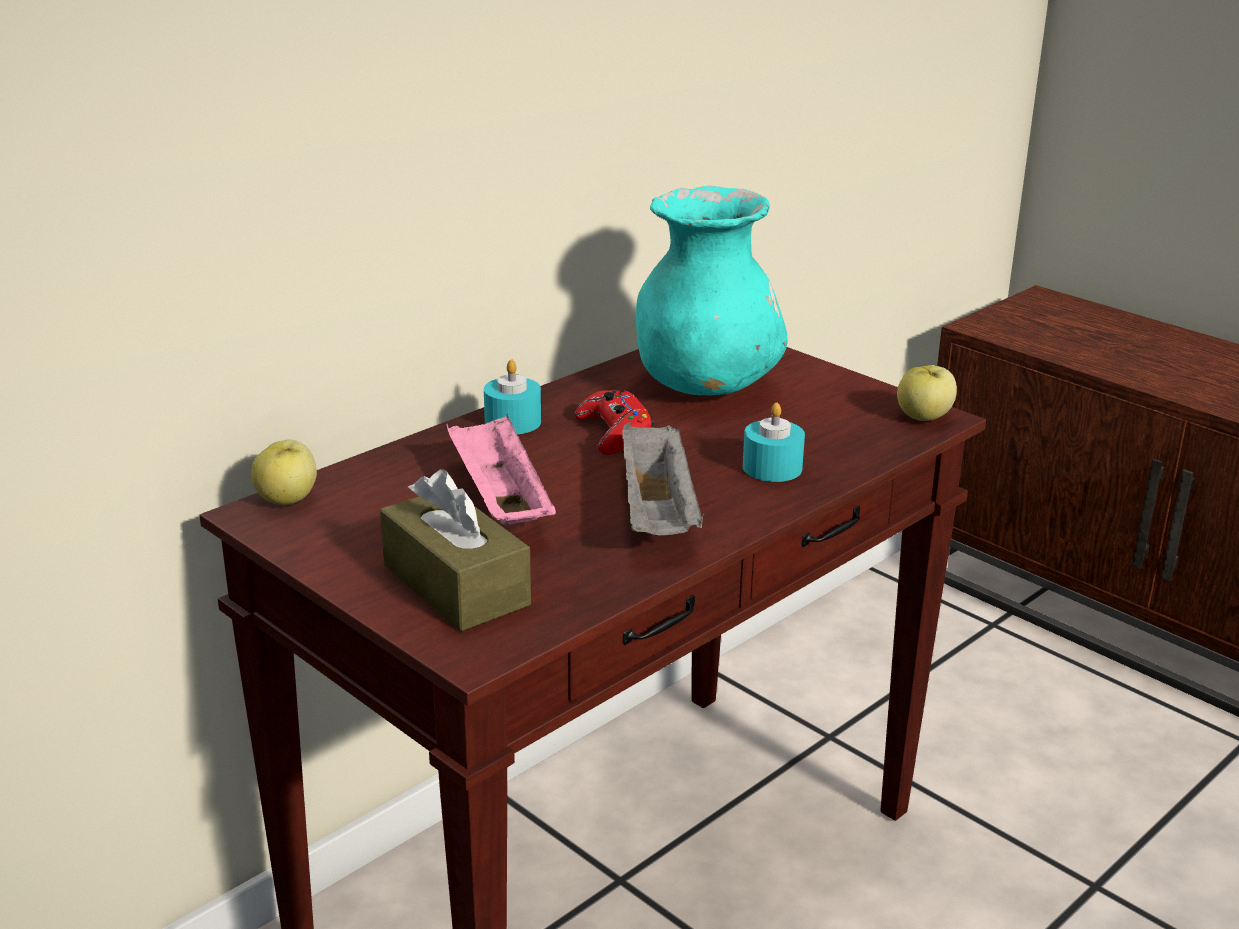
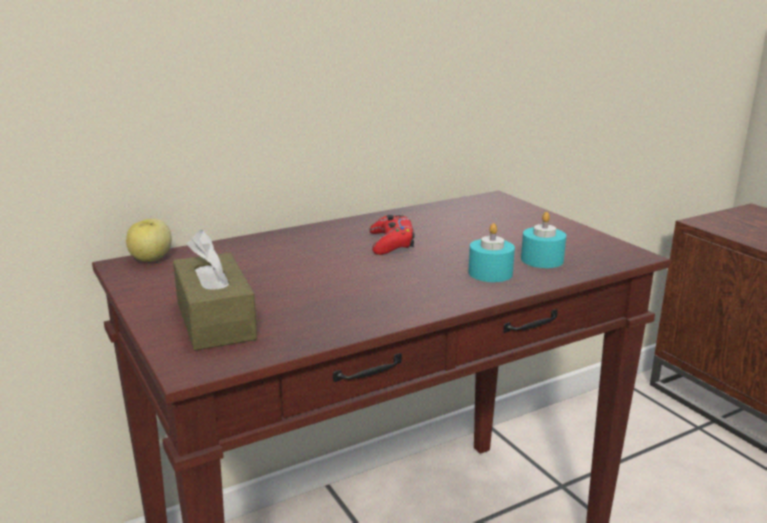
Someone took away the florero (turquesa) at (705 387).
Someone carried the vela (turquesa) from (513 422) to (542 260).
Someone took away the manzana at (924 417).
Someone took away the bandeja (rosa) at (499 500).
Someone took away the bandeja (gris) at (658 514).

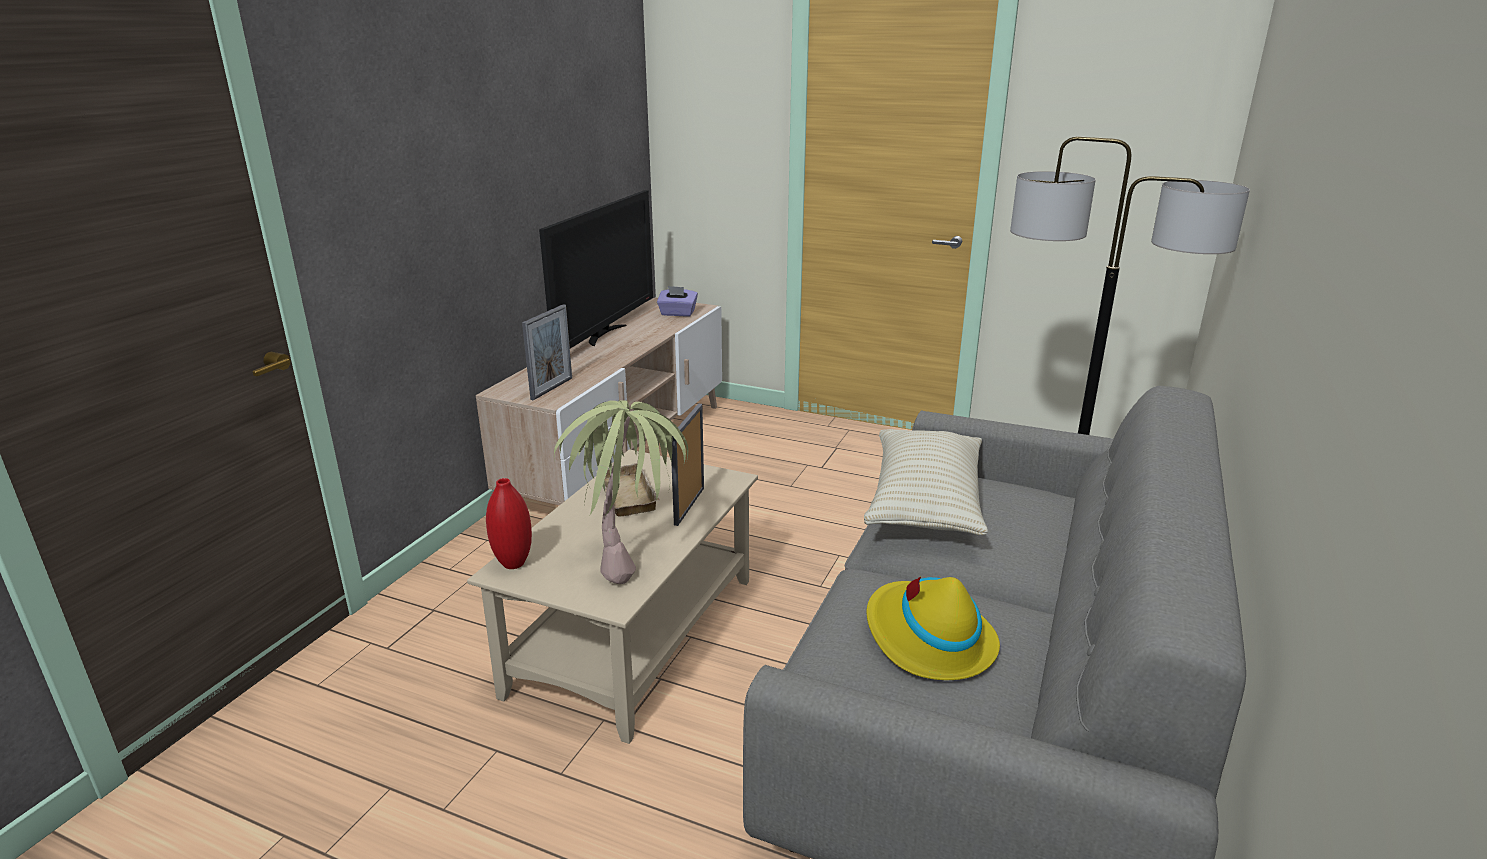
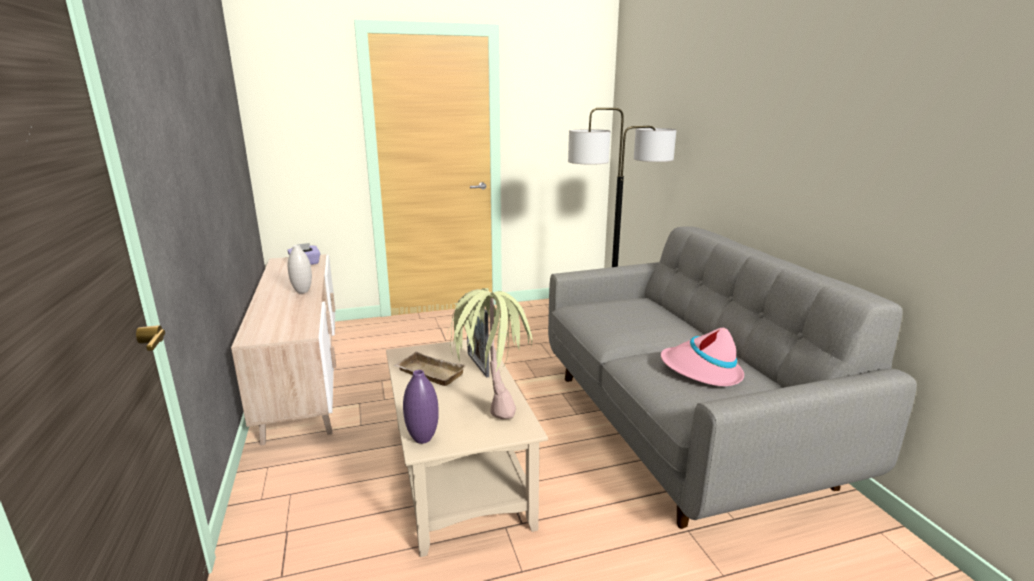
Someone took away the televisor at (604 334).
Someone took away the portarretratos at (552 388).
Someone took away the cojín (beis) at (925 503).
Someone repainted the florero (rojo) at (513 563), which became the florero (morado) at (422 439).
Someone repainted the sombrero (amarillo) at (927 639), which became the sombrero (rosa) at (701 371).
Someone put down the florero (blanco) at (302 291).

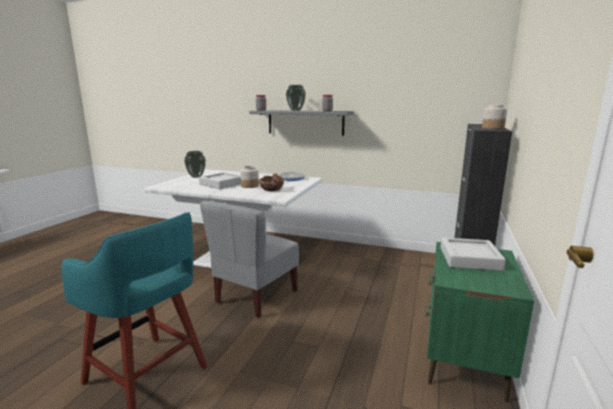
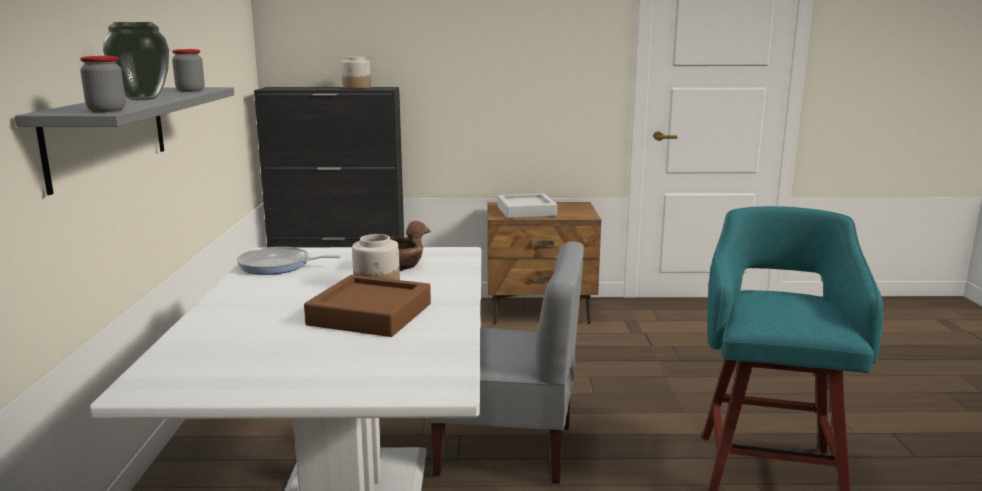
Someone took away the florero at (196 177).
Someone repainted the bandeja (gris) at (222 184), which became the bandeja (marrón) at (370 314).
Someone repainted the mesita de noche (verde) at (463 360), which became the mesita de noche (marrón) at (540 312).

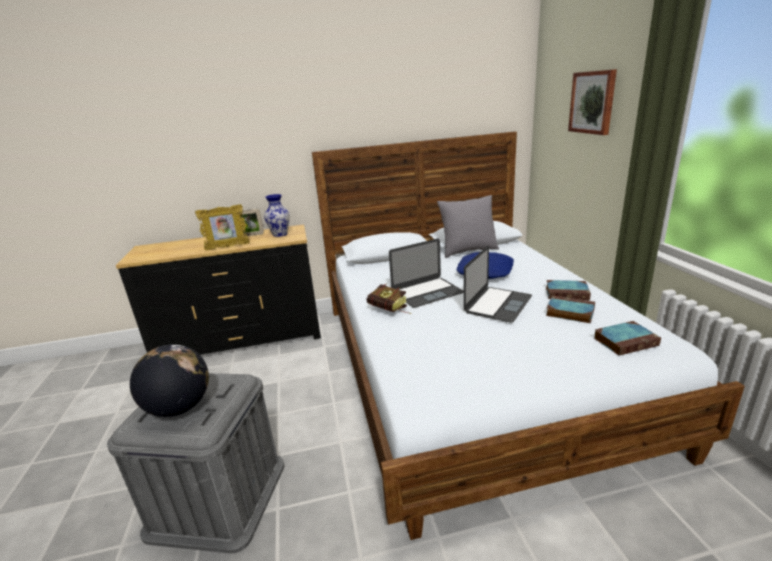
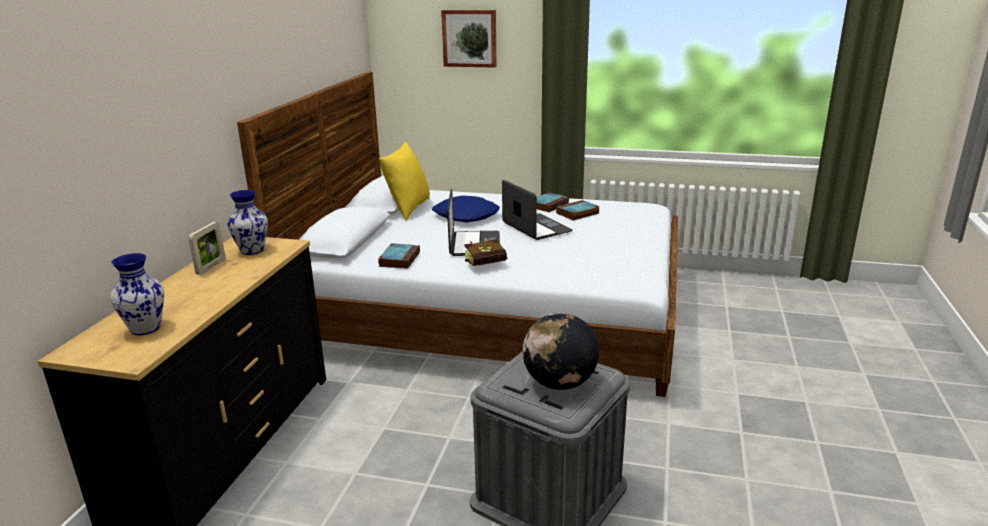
Someone repainted the cojín (gris) at (468 251), which became the cojín (amarillo) at (407 209).
Someone took away the portarretratos at (227 247).
Someone carried the libro from (626 341) to (399 259).
Someone put down the florero at (145 328).

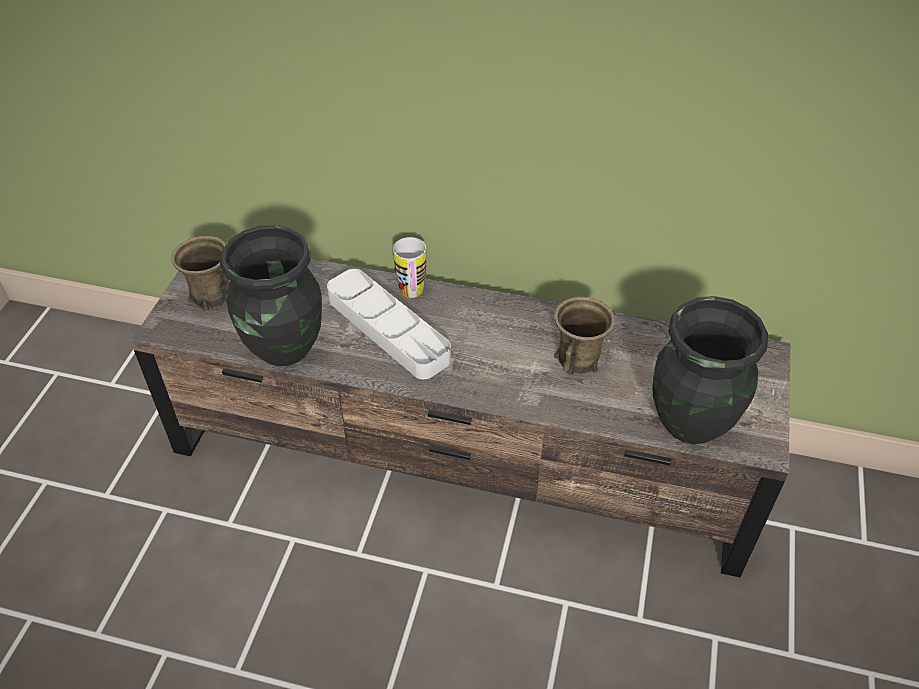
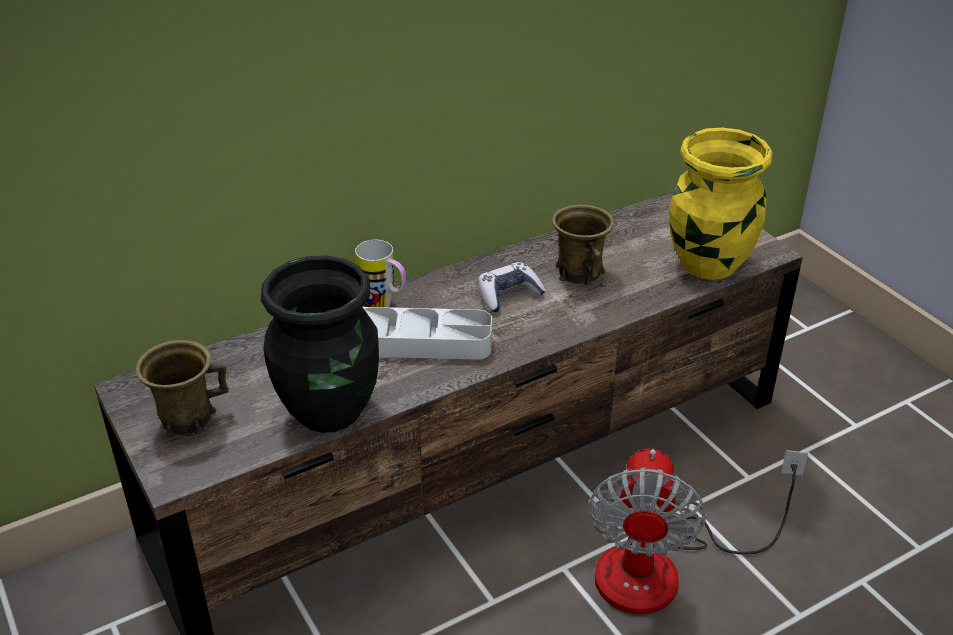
Someone repainted the florero (negro) at (689 422), which became the florero (amarillo) at (708 265).
Someone put down the mando de consola at (509 295).
Someone put down the ventilador at (663 568).

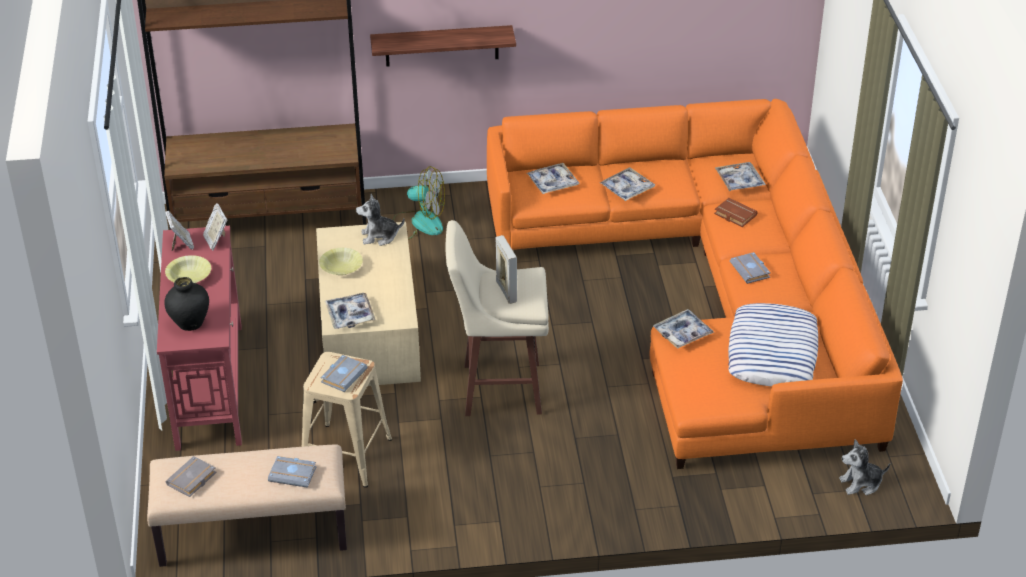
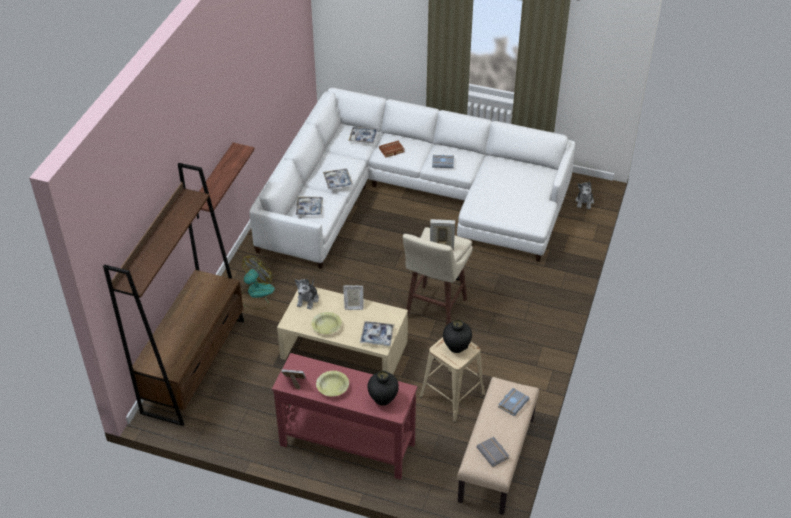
Someone repainted the sofá (naranja) at (711 295), which became the sofá (blanco) at (410 197).
Someone carried the portarretratos from (216 240) to (353 305).
Someone took away the cojín at (772 353).
Someone took away the bandeja at (682 333).
Someone swapped the libro (gris) at (343 375) for the florero (negro) at (456 347).

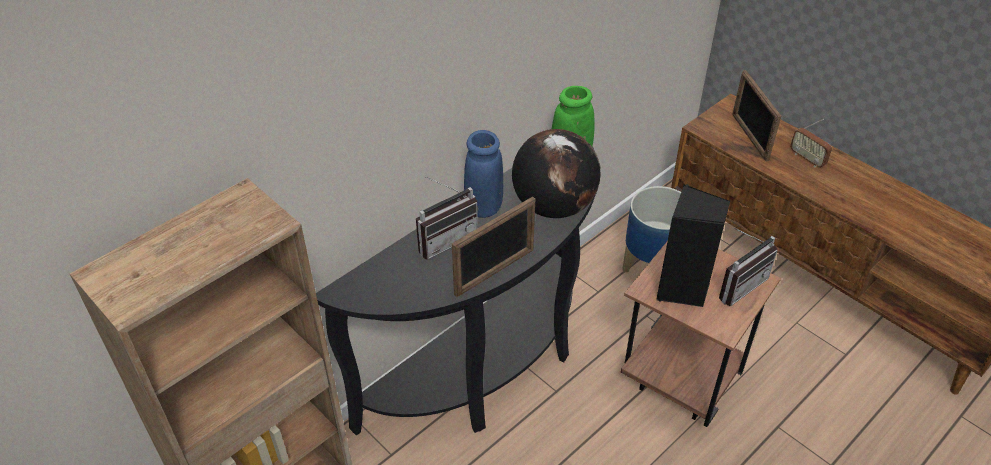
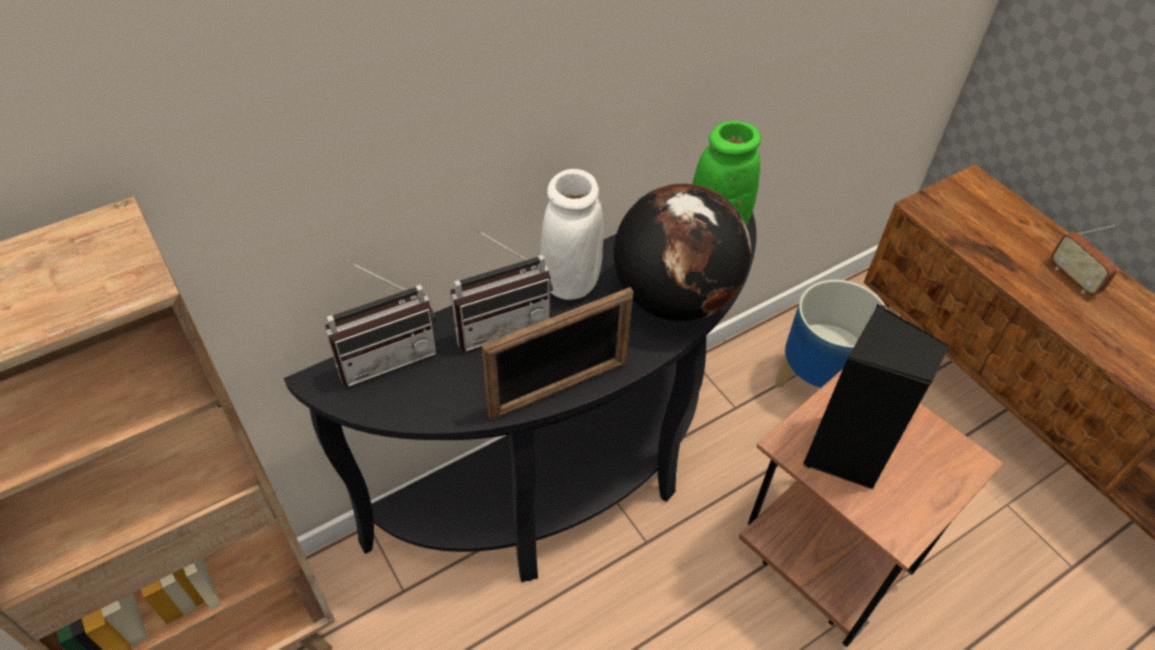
Someone took away the portarretratos at (749 137).
Someone repainted the florero (azul) at (484 207), which became the florero (blanco) at (571 283).
Someone carried the radio from (738 284) to (386 354).

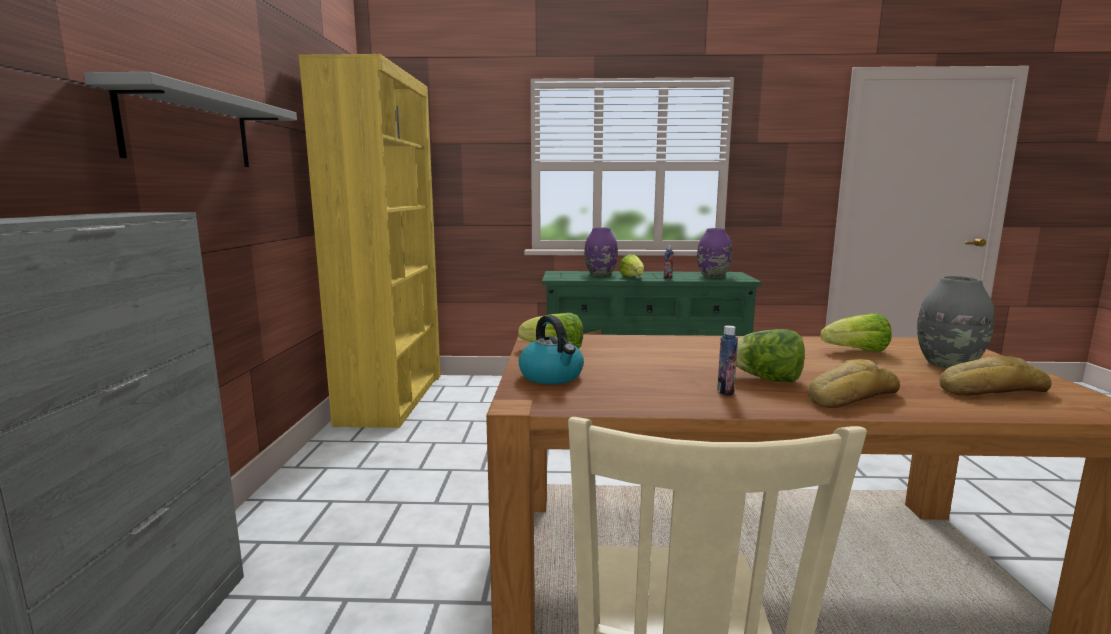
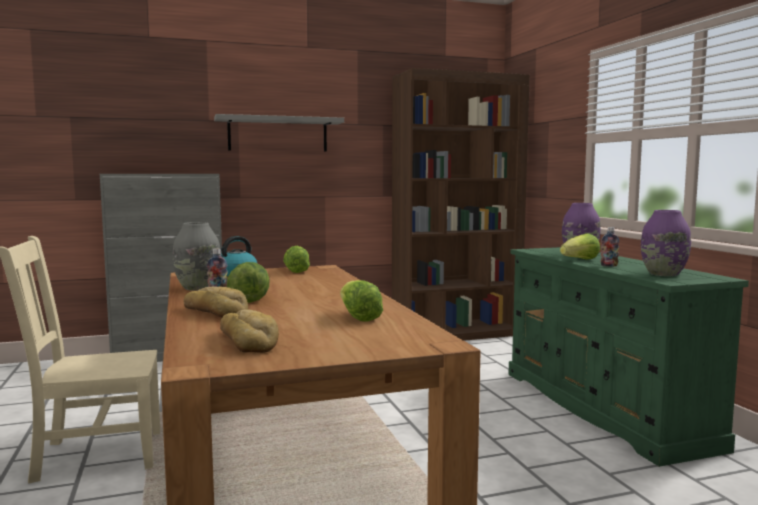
Someone repainted the estantería (amarillo) at (392 398), which became the estantería (marrón) at (456 334).
Someone carried the florero (gris) from (949 364) to (197 288).

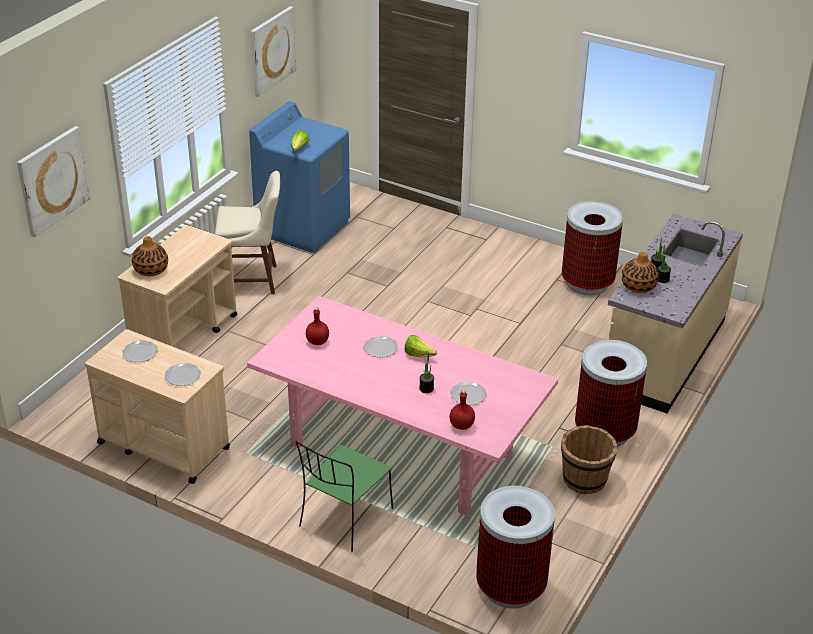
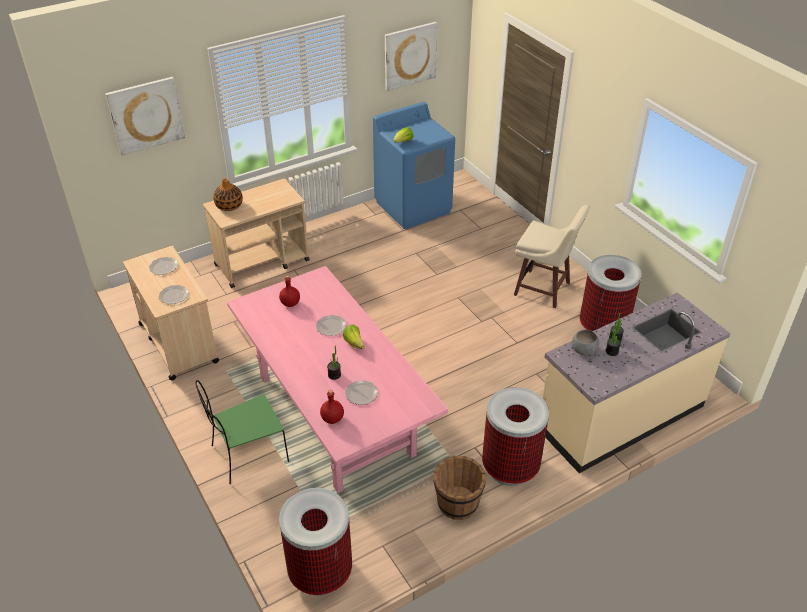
Someone carried the taburete (beis) from (252 280) to (543 290).
Someone swapped the florero at (638 286) for the cuenco (gris) at (583 350).

